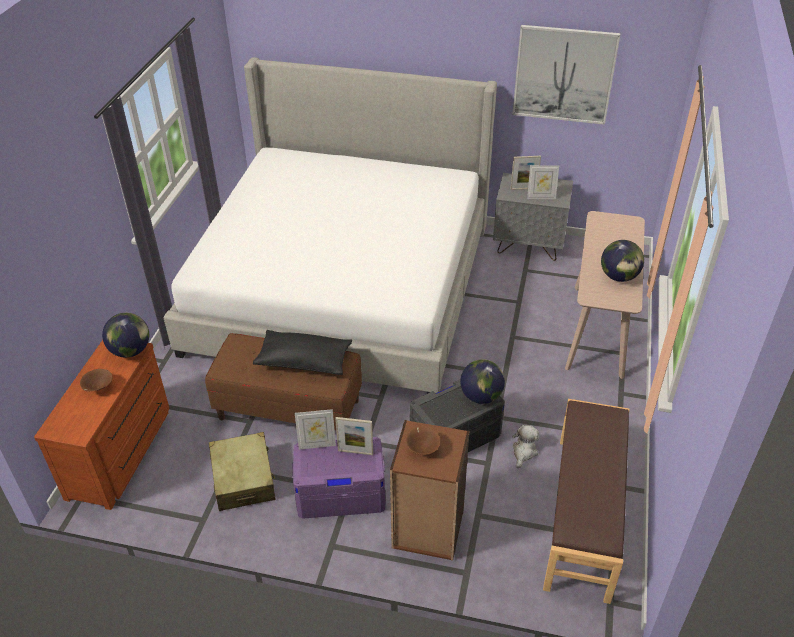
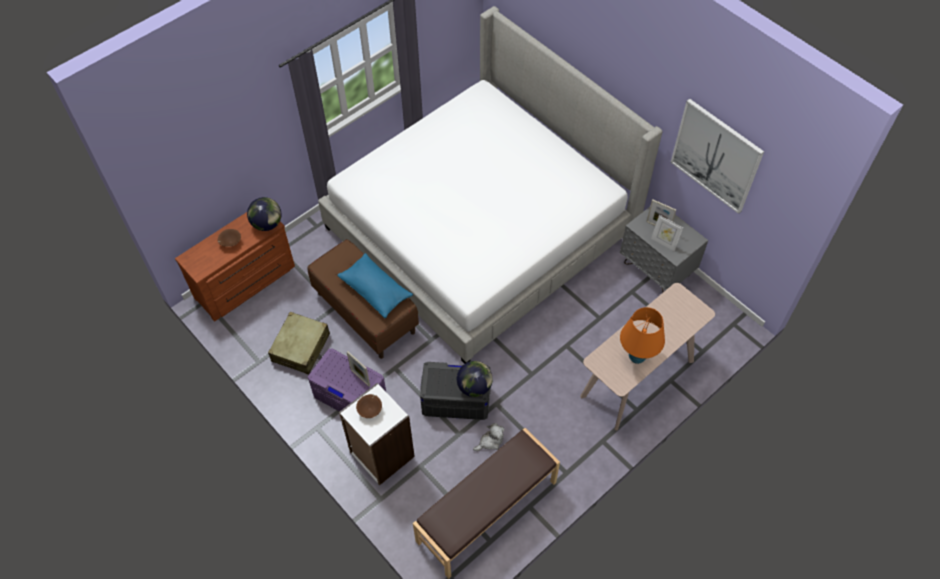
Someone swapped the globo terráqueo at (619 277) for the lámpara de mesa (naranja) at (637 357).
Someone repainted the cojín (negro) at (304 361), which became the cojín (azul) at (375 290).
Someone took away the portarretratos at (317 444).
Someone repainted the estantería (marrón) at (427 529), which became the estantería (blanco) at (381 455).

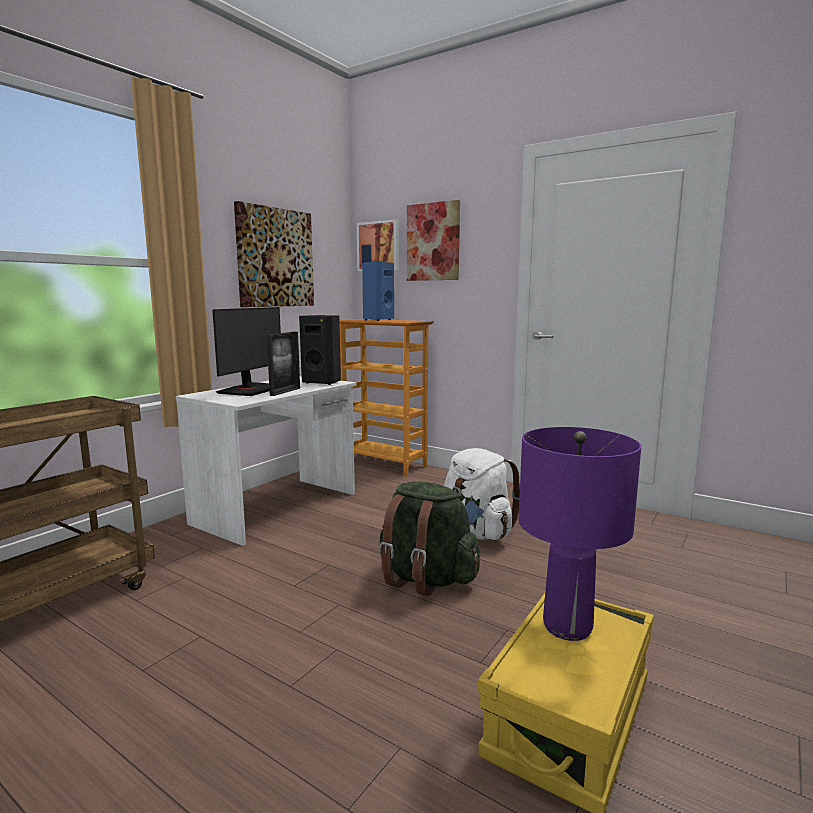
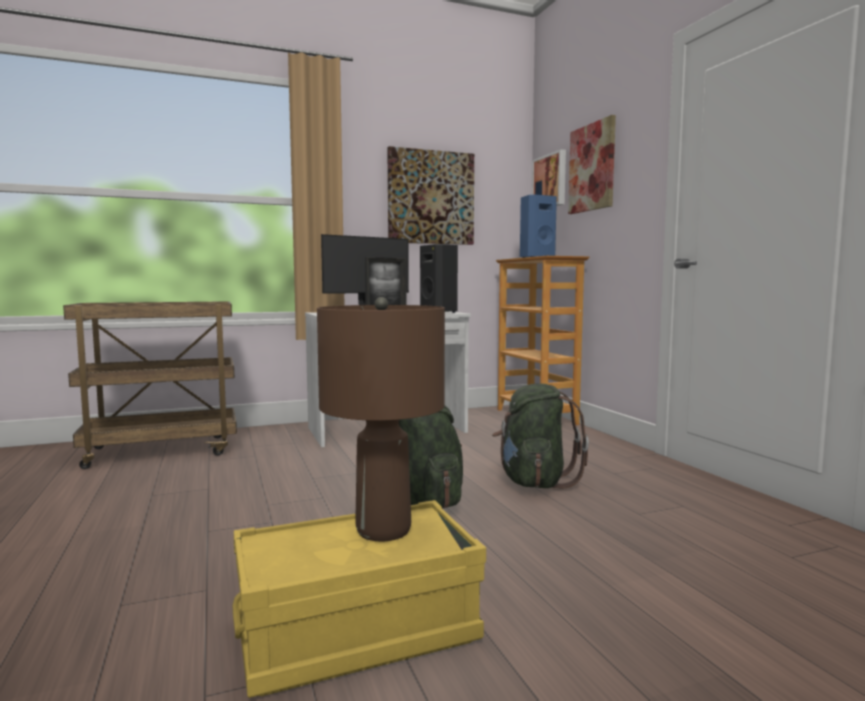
Someone repainted the lámpara de mesa (morado) at (567 626), which became the lámpara de mesa (marrón) at (384 529).
Someone repainted the mochila (blanco) at (477 532), which became the mochila (verde) at (534 482).

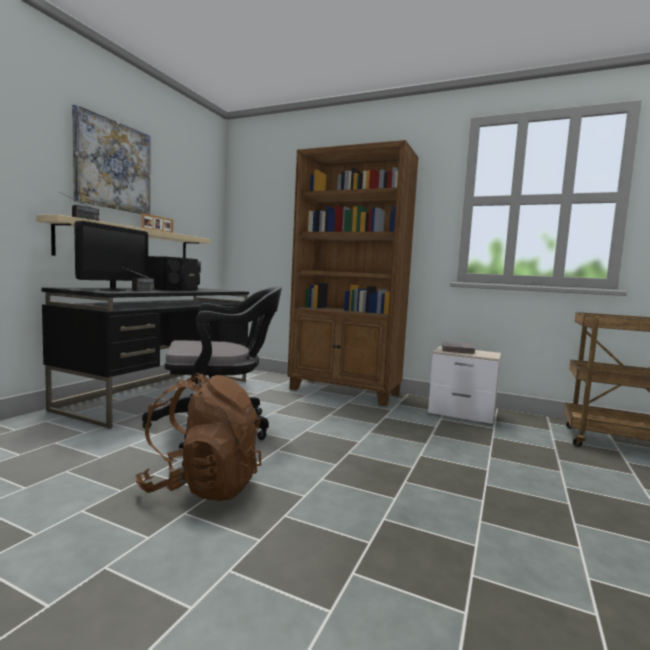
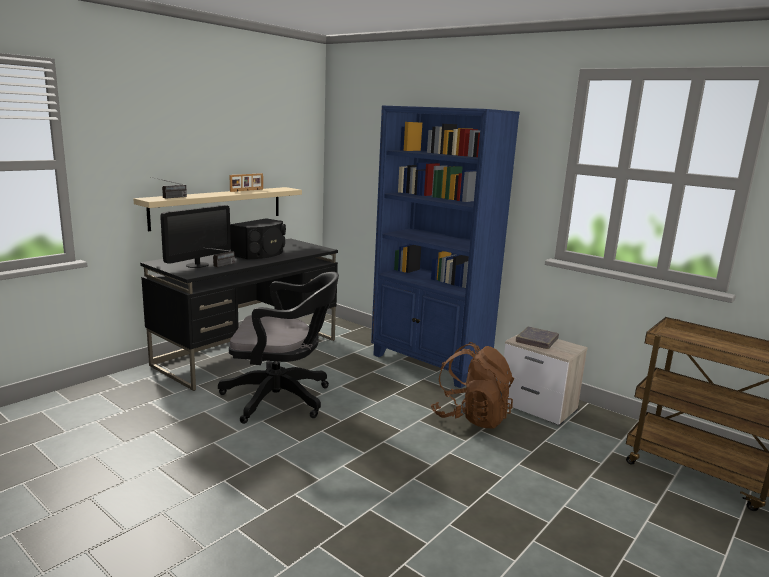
Someone took away the cuadro at (113 165).
Someone repainted the estantería (marrón) at (345 392), which became the estantería (azul) at (430 364).
Someone carried the mochila (marrón) from (202 486) to (471 417).

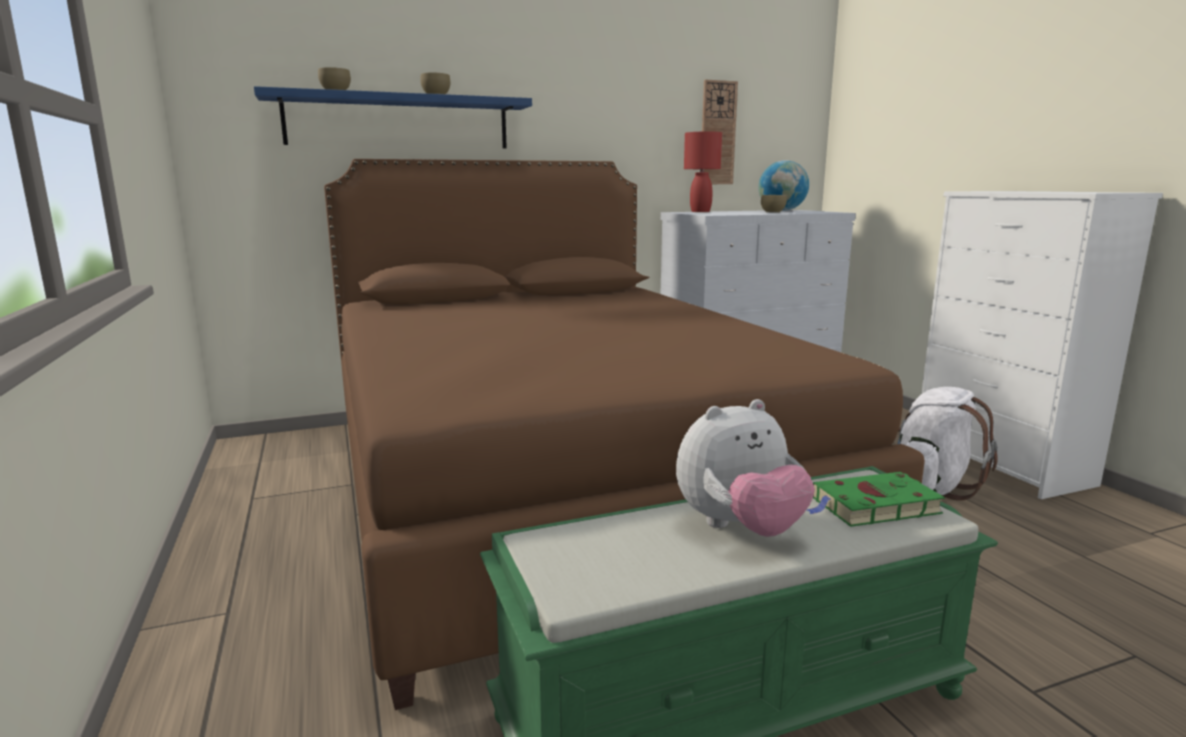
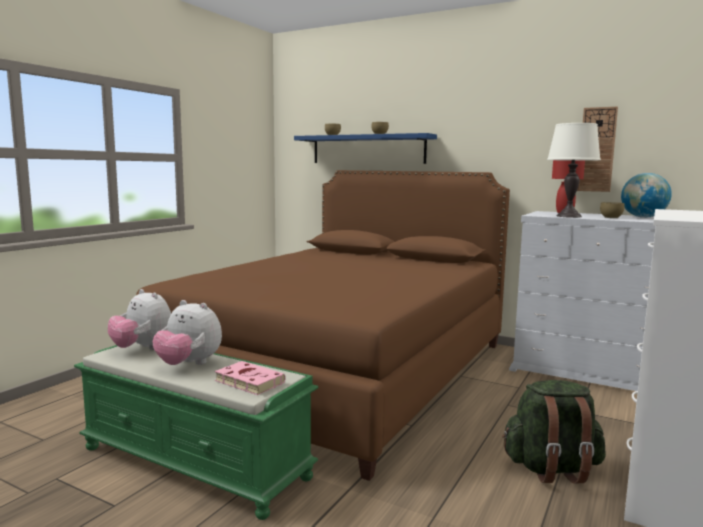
Someone repainted the mochila (blanco) at (932 486), which became the mochila (verde) at (552 469).
Someone repainted the libro (verde) at (872 506), which became the libro (rosa) at (248 381).
Someone put down the lámpara de mesa (blanco) at (569 216).
Someone put down the peluche at (143 349).

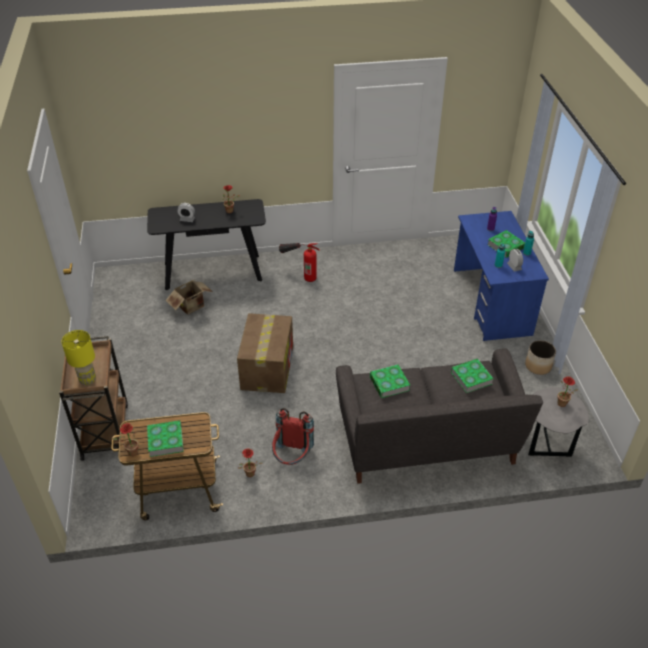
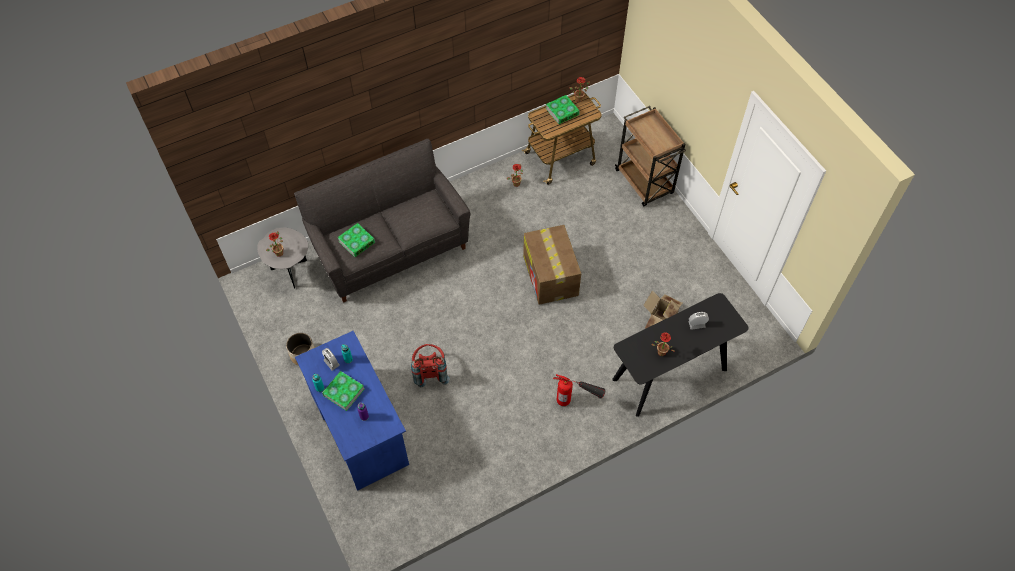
Someone took away the lámpara de mesa (amarillo) at (87 380).
Someone took away the libro at (389 383).
Someone carried the mochila (rojo) from (292 458) to (430 371).

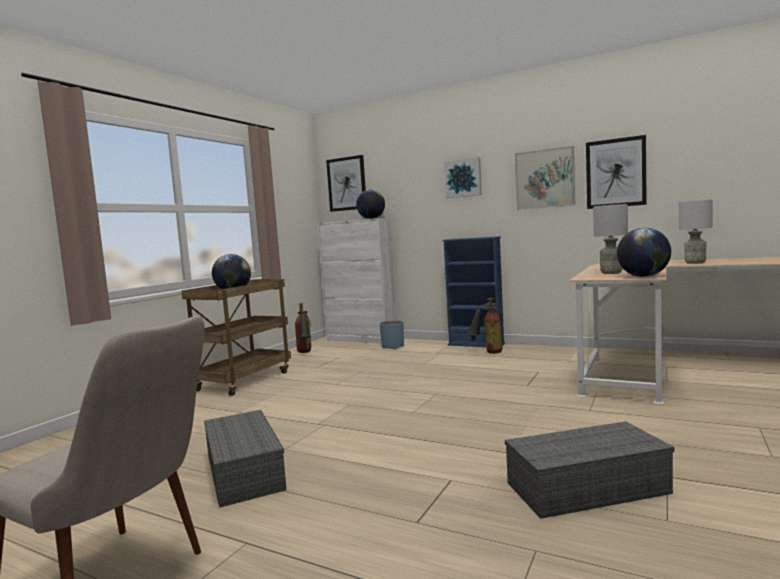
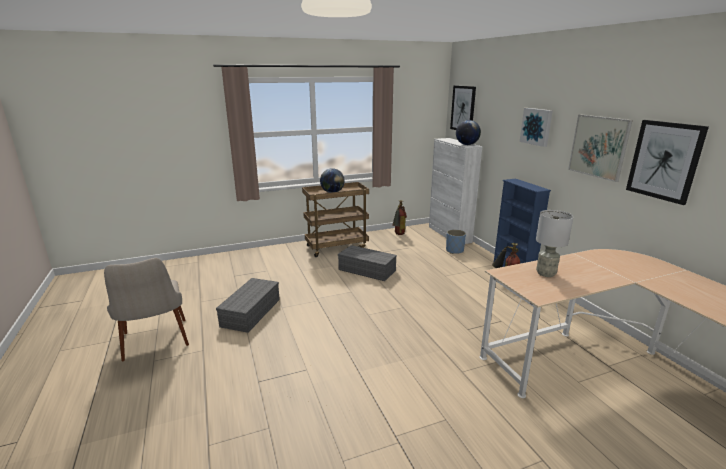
Someone took away the lámpara de mesa (gris) at (695 263).
Someone took away the globo terráqueo at (643 276).
Someone carried the caja de almacenaje (gris) from (588 487) to (368 270).

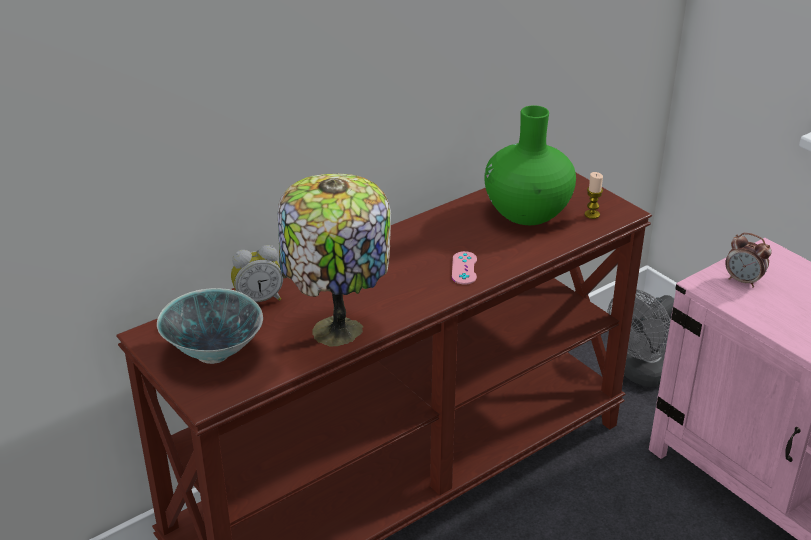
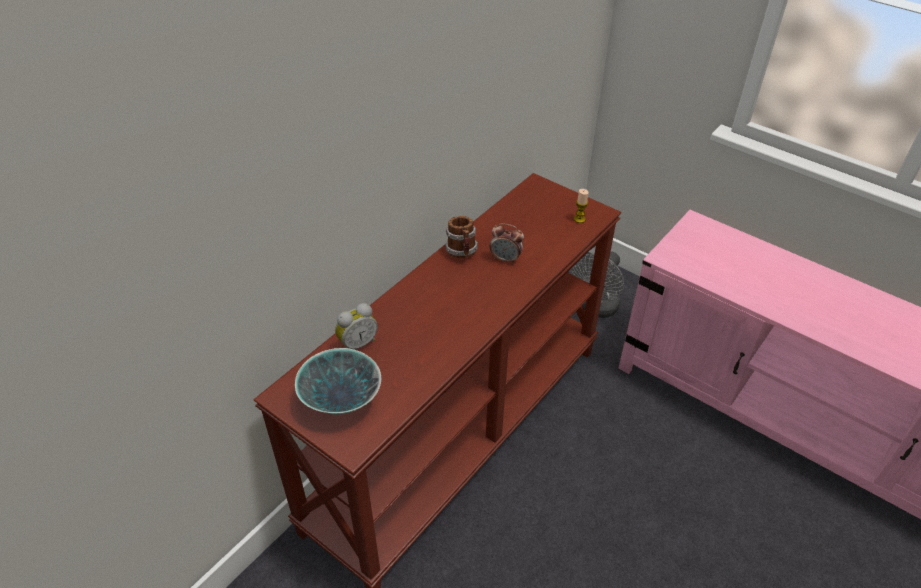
Someone took away the florero (verde) at (527 212).
Someone took away the lámpara de mesa at (336 333).
Someone carried the despertador from (743 281) to (505 259).
Someone took away the mando de consola (rosa) at (464 268).
Someone put down the taza grande at (462 253).

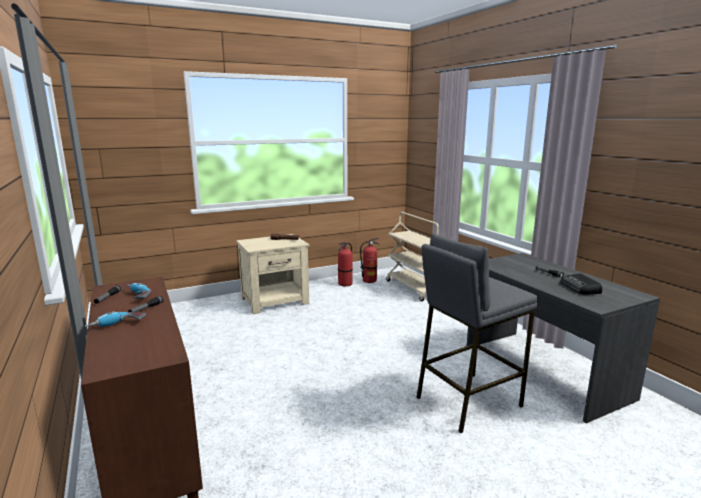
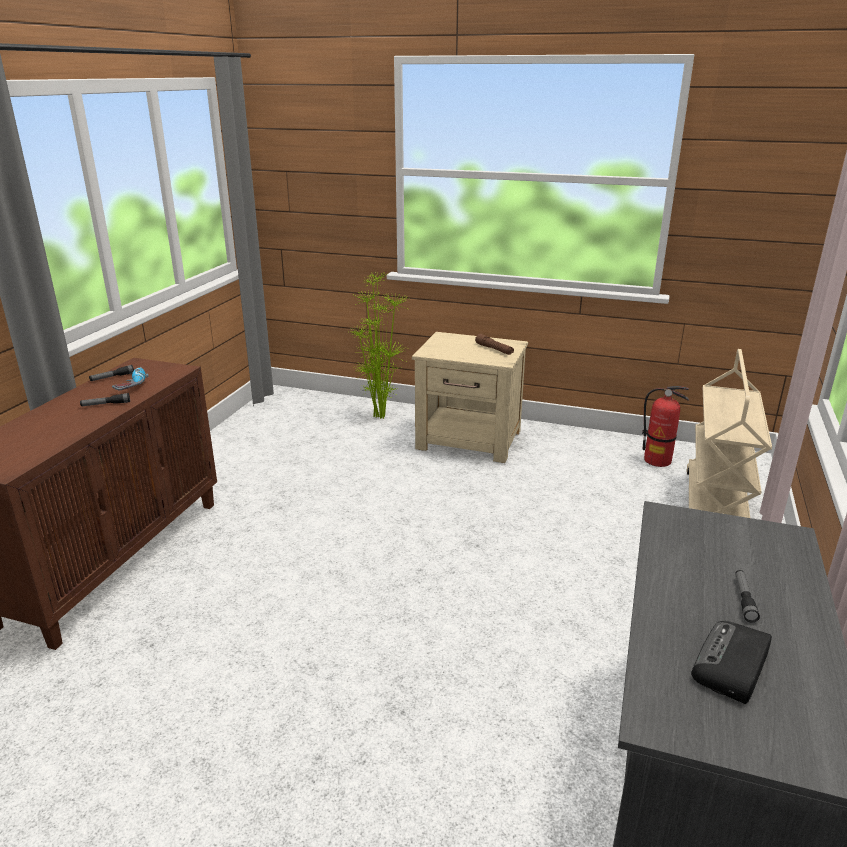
Someone took away the taburete (gris) at (467 401).
Someone took away the extintor at (345 284).
Someone took away the taladro at (117 326).
Someone put down the planta en maceta at (380 418).

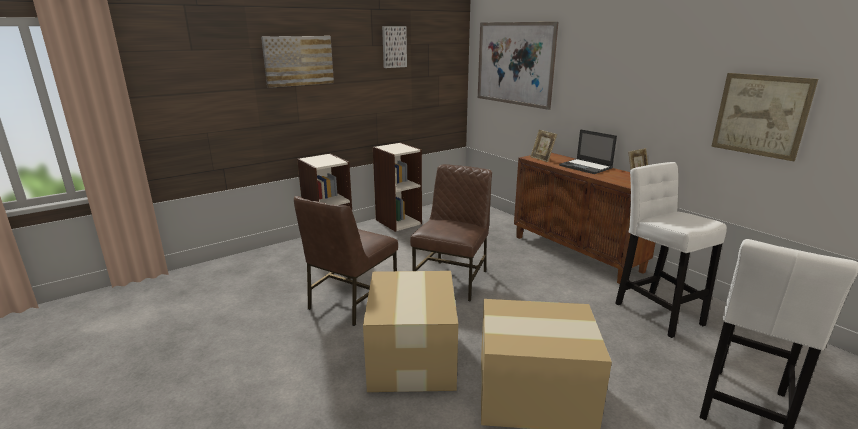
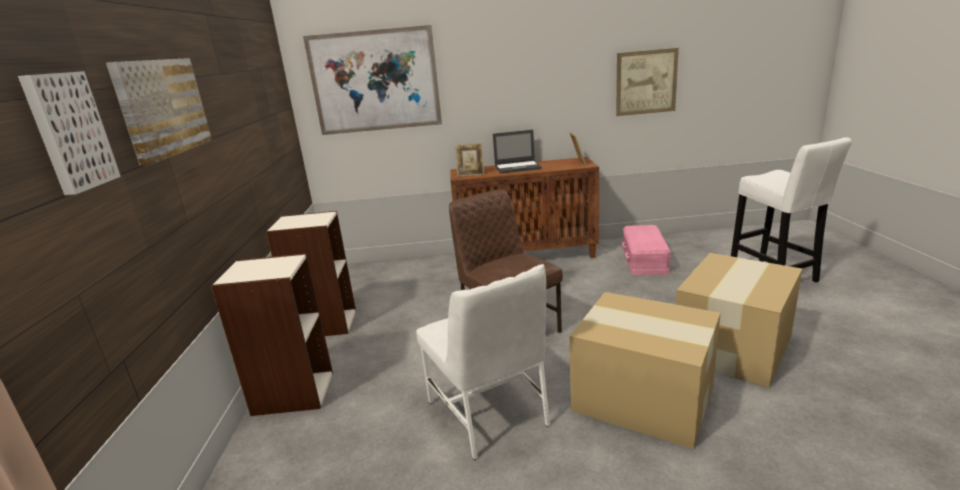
Someone carried the cuadro from (393 47) to (68 132).
Someone swapped the taburete (blanco) at (655 311) for the caja de almacenaje (rosa) at (643 259).
Someone repainted the silla (marrón) at (351 301), which became the silla (blanco) at (489 414).

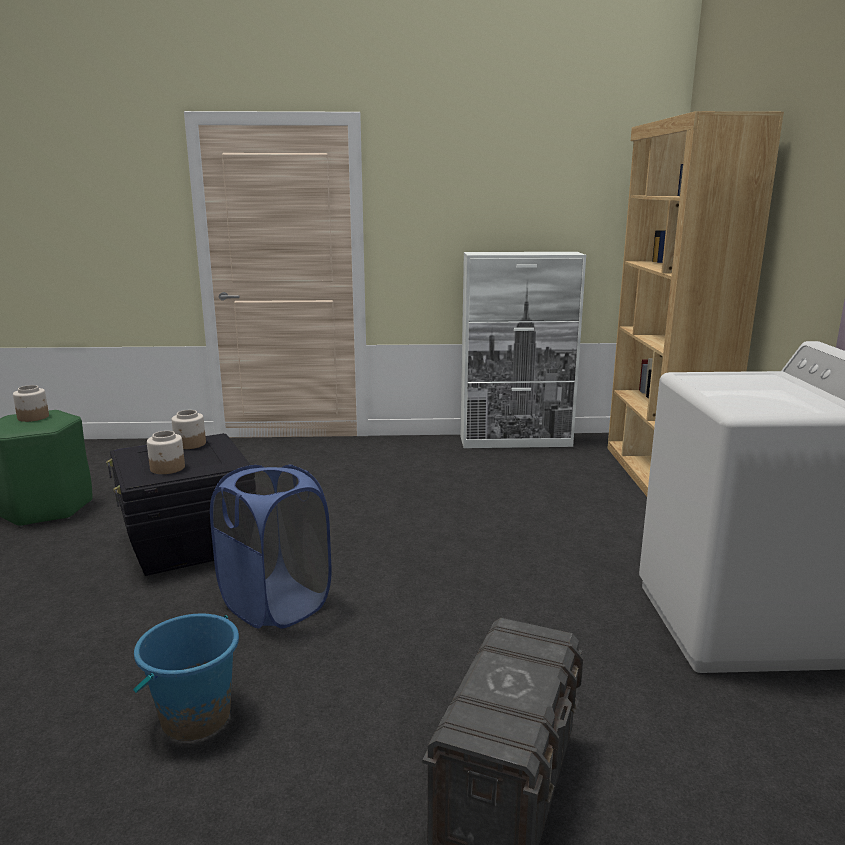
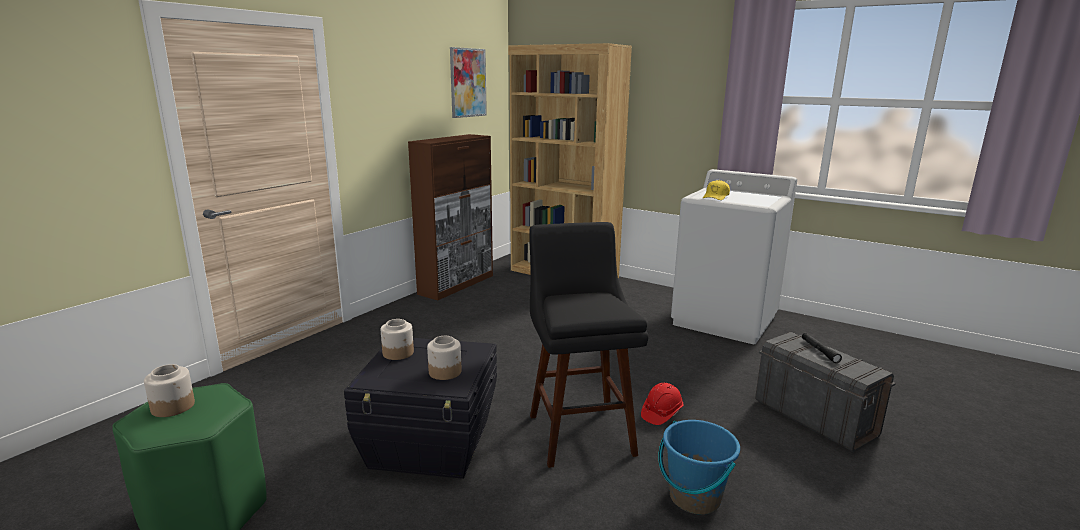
Someone repainted the armario (blanco) at (516 441), which became the armario (marrón) at (457 284).
Someone swapped the cesto de la ropa (azul) at (276 604) for the taburete (negro) at (579 431).
Someone put up the cuadro at (468 83).
Someone put down the gorra (amarillo) at (716 197).
Someone put down the linterna (negro) at (819 351).
Someone put down the casco (rojo) at (661 413).

